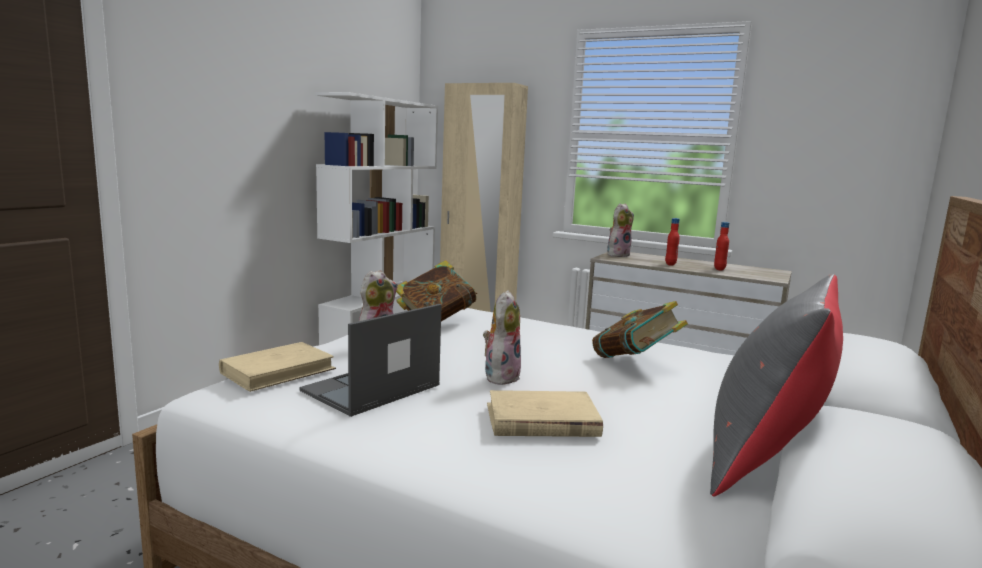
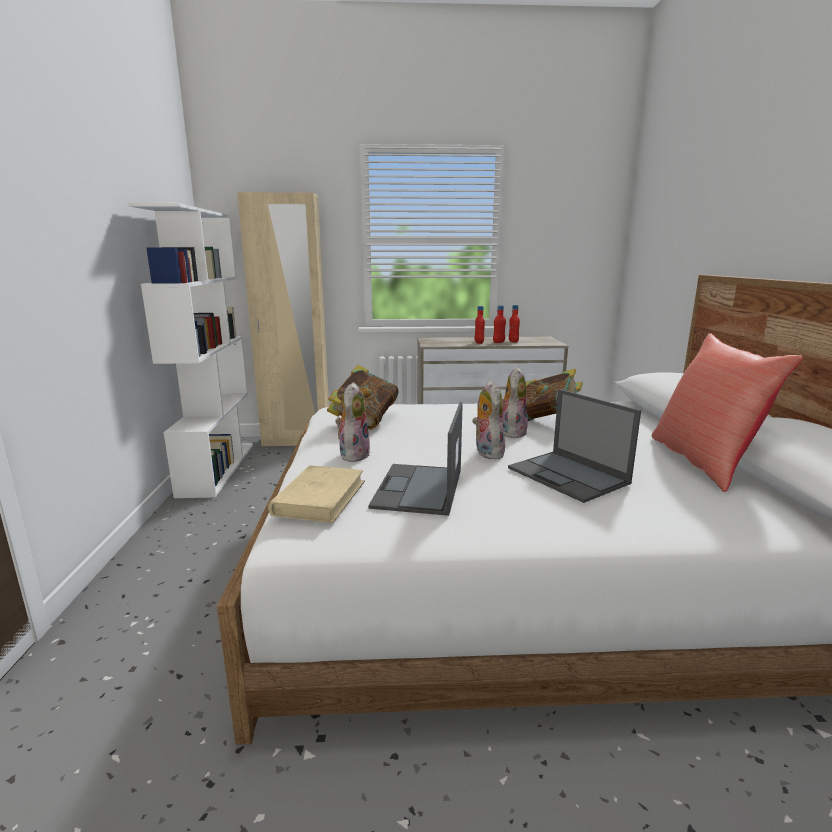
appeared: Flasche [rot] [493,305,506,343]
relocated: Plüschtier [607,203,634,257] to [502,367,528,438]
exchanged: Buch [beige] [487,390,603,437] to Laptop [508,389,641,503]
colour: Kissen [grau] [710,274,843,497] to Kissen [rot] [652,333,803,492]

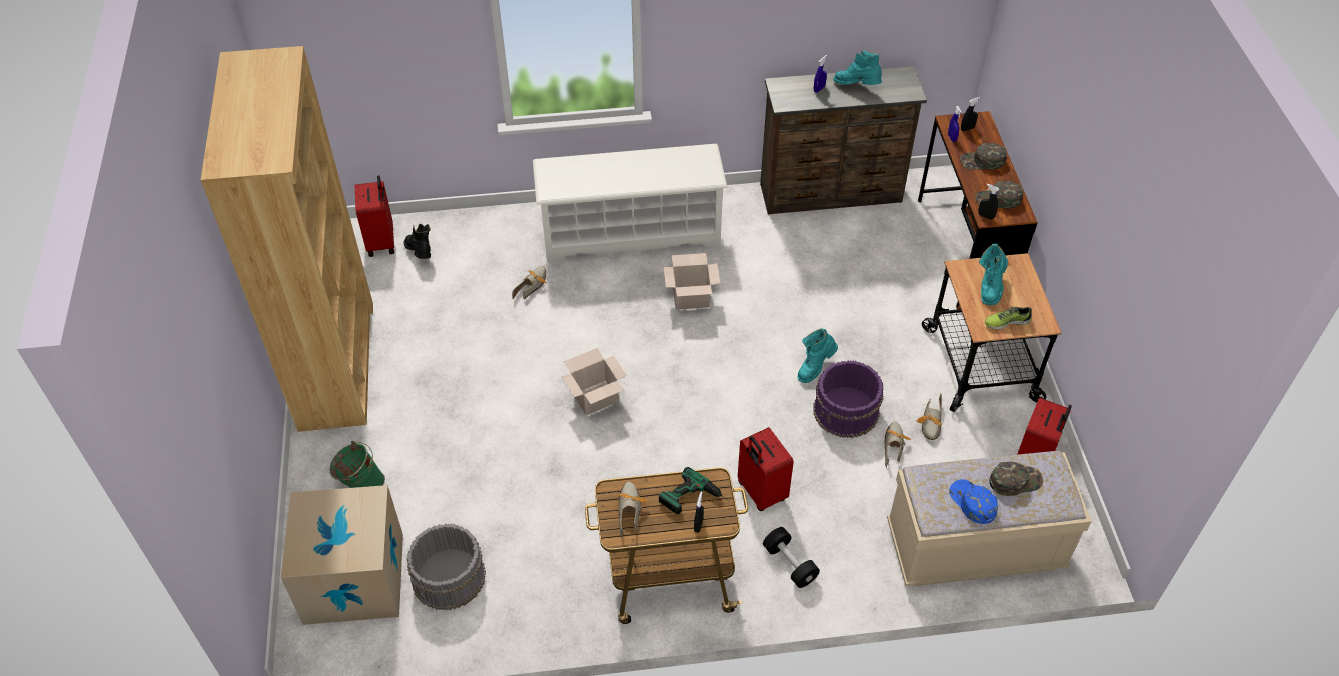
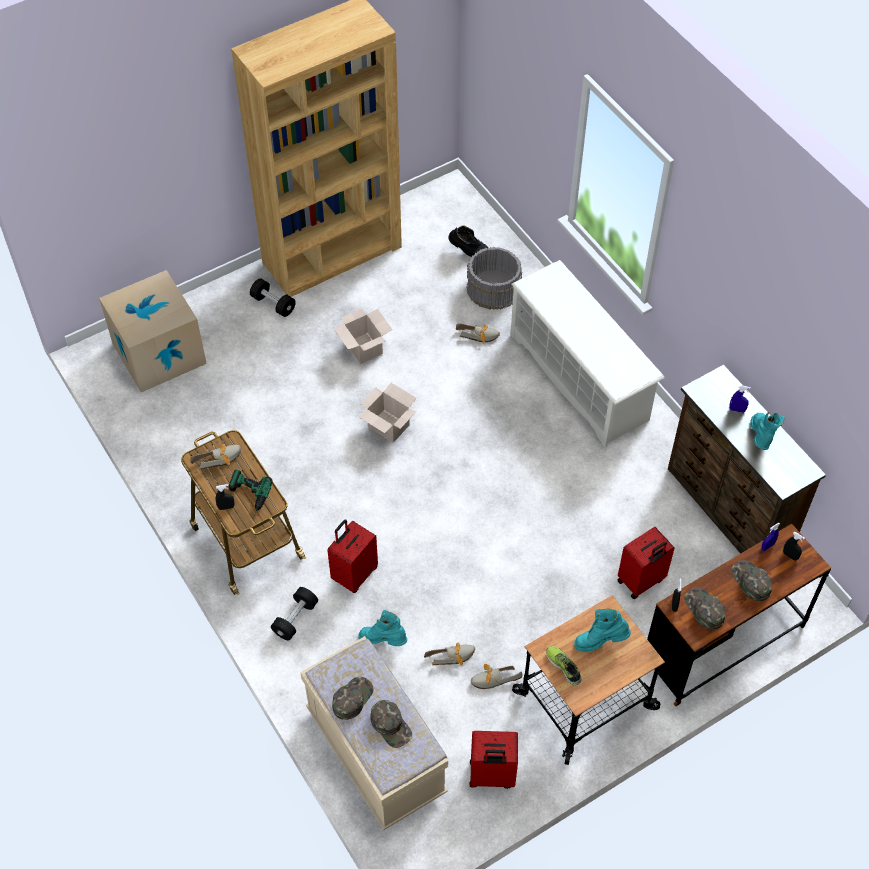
missing: Eimer [grün] [329,441,385,488]; Eimer [lila] [814,360,883,438]
appeared: Hantel [schwarz] [250,278,296,317]
relocated: Koffer [rot] [355,175,394,257] to [617,527,675,599]; Eimer [grau] [406,523,486,610] to [467,247,522,310]; Karton [663,253,720,310] to [333,309,393,364]; Stiefel [türkis] [797,328,838,383] to [359,610,407,646]
colour: Kappe [blau] [949,479,998,524] to Kappe [grün] [332,677,374,720]
spun: Stiefel [schwarz] [403,224,431,259] = [448,226,488,257] 75 degrees clockwise

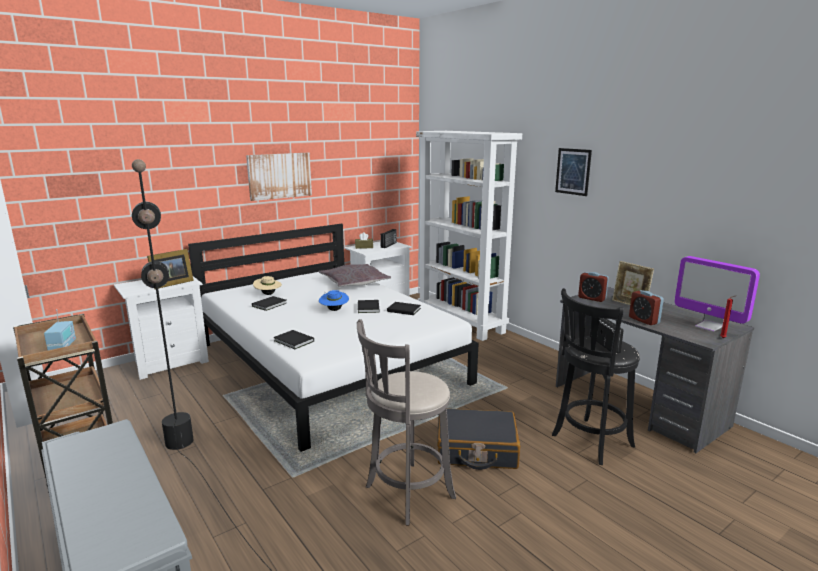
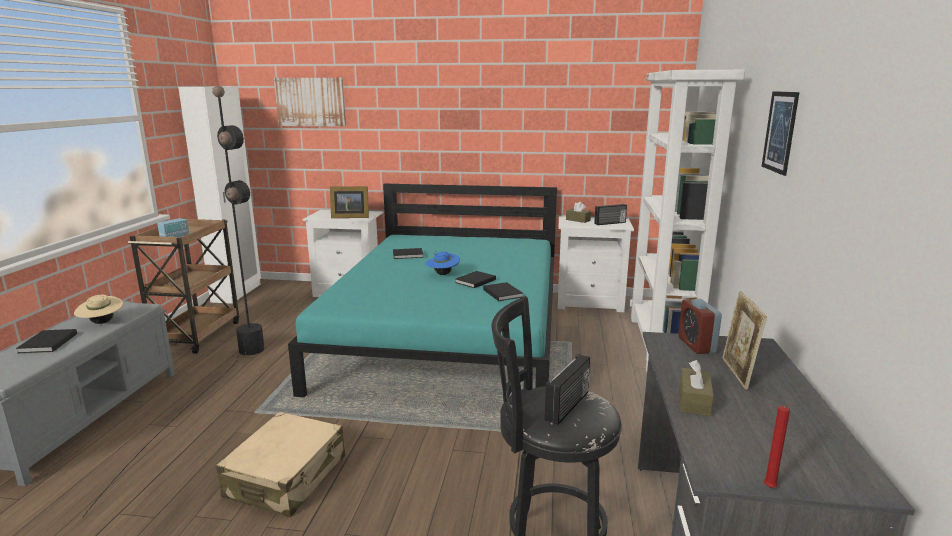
missing: Kissen [grau] [319,264,391,287]; Koffer [schwarz] [437,408,520,470]; Monitor [674,256,760,332]
relocated: Bild [246,153,312,201] to [274,78,346,127]; Hut [beige] [253,276,282,295] to [74,295,123,324]; Buch [schwarz] [274,330,314,349] to [16,329,77,353]
exchanged: Hocker [grau] [357,319,456,526] to Koffer [beige] [216,412,345,517]; Wecker [629,290,664,325] to Taschentuchbox [braun] [679,360,714,416]
colour: Bett [weiß] [188,224,478,452] to Bett [türkis] [288,184,557,397]

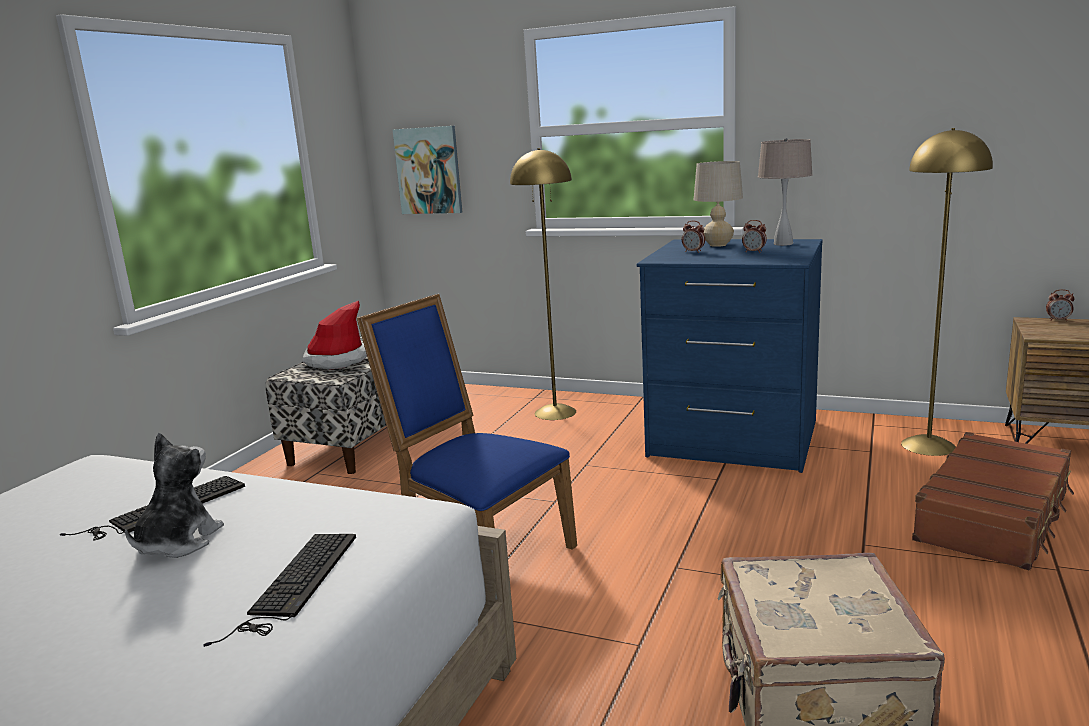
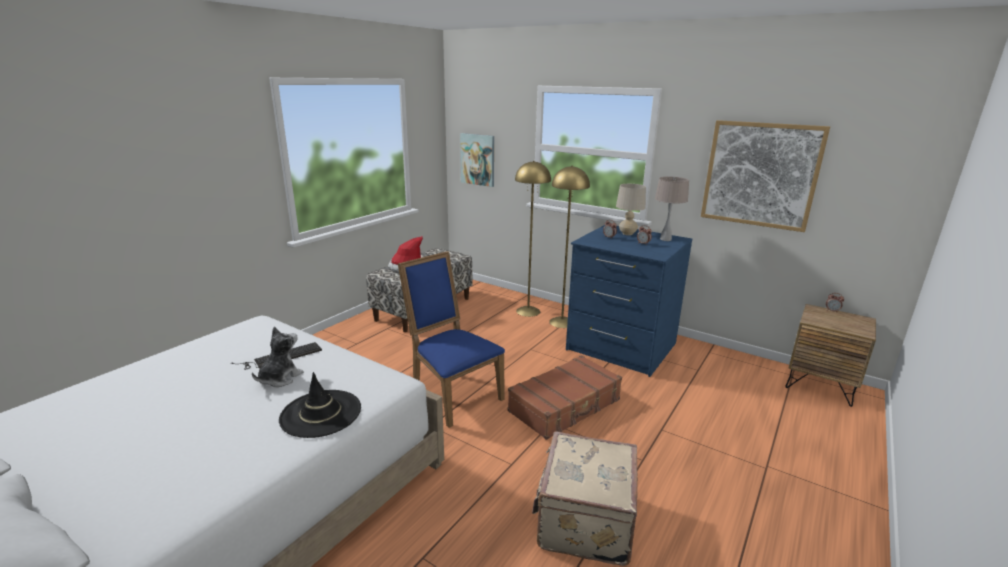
appeared: Bild [701,120,830,232]
relocated: Stehlampe [gelb] [901,128,993,456] to [549,165,590,328]; Koffer [braun] [912,432,1074,570] to [508,355,622,440]
exchanged: Tastatur [203,534,356,647] to Hut [schwarz] [279,372,361,438]

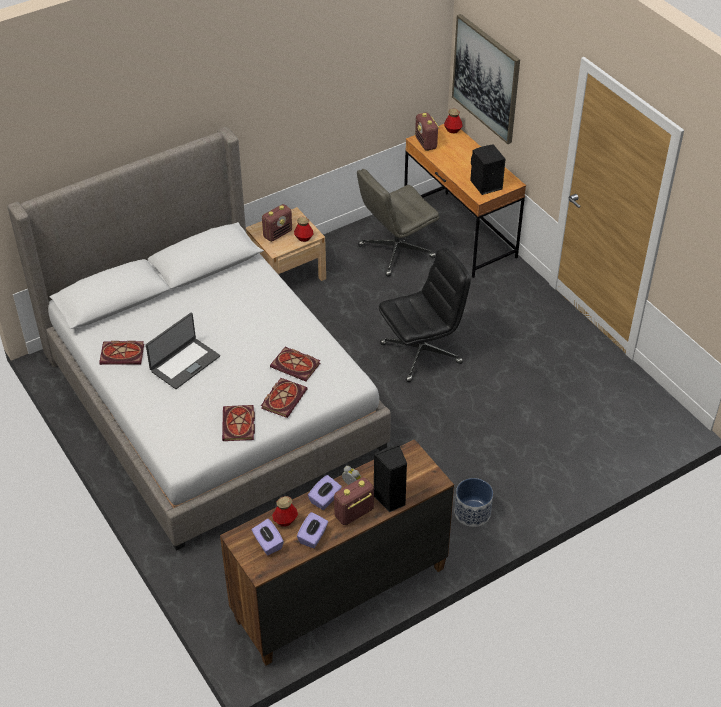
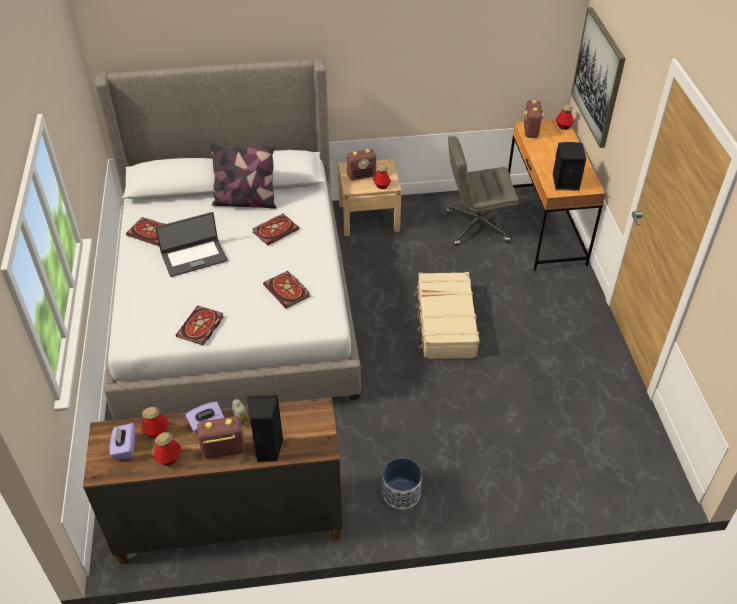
appeared: Kissen [210,143,277,209]
relocated: Buch [261,378,307,418] to [252,214,299,246]
exchanged: Taschentuchbox [lila] [297,512,328,549] to Flasche [154,432,182,465]; Bürostuhl [schwarz] [379,248,471,382] to Koffer [beige] [414,272,480,359]

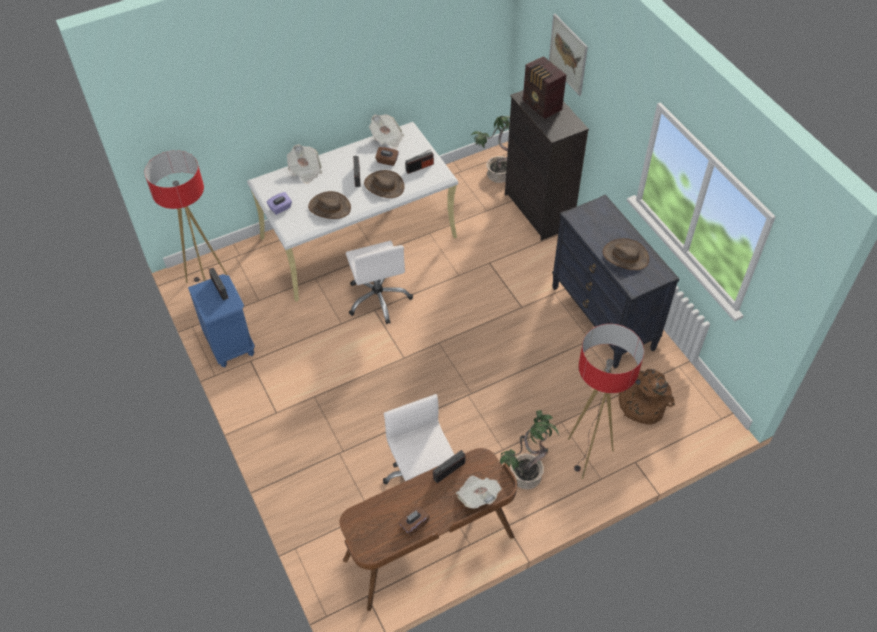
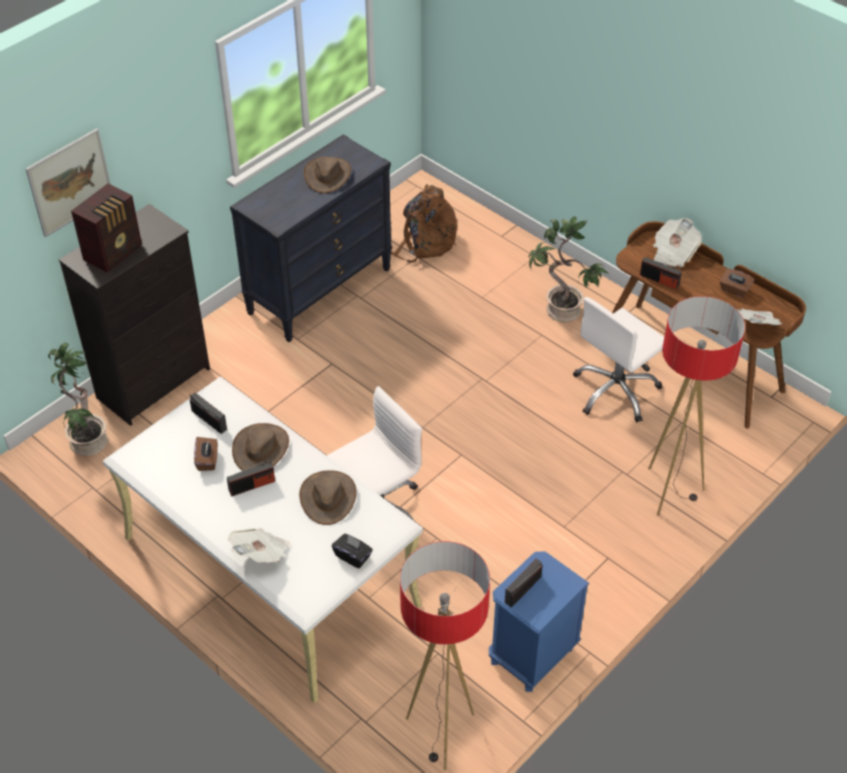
relocated: Zeitung [369,114,404,149] to [738,308,783,326]; Stehlampe [568,324,644,479] to [648,296,745,516]
colour: Taschentuchbox [lila] [267,192,292,215] to Taschentuchbox [schwarz] [332,534,373,569]

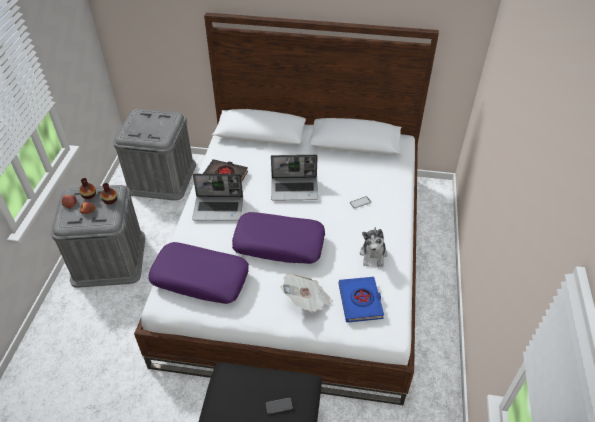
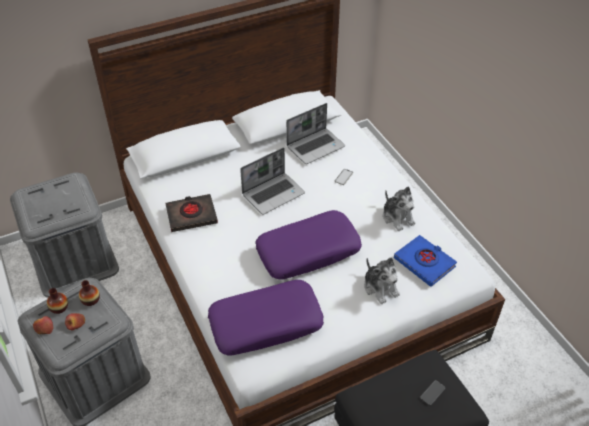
relocated: Laptop [192,174,243,221] to [286,103,345,164]
exchanged: Zeitung [281,273,333,313] to Plüschtier [364,257,400,304]

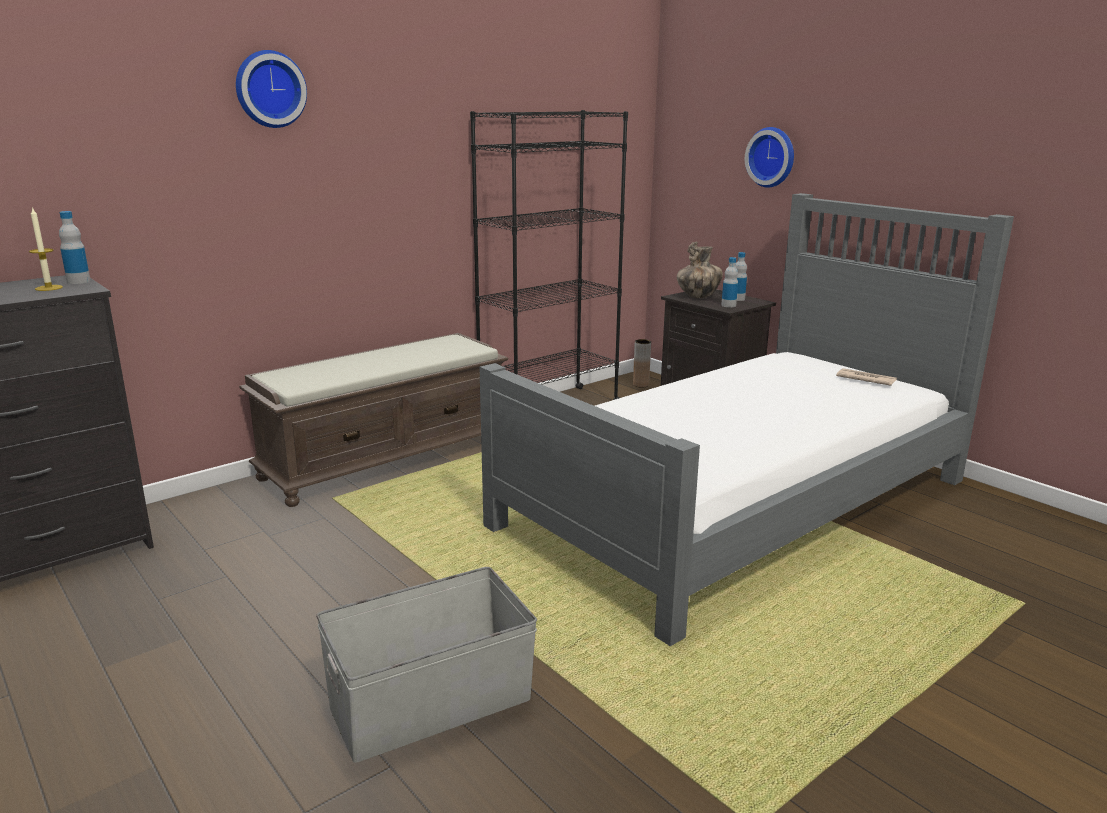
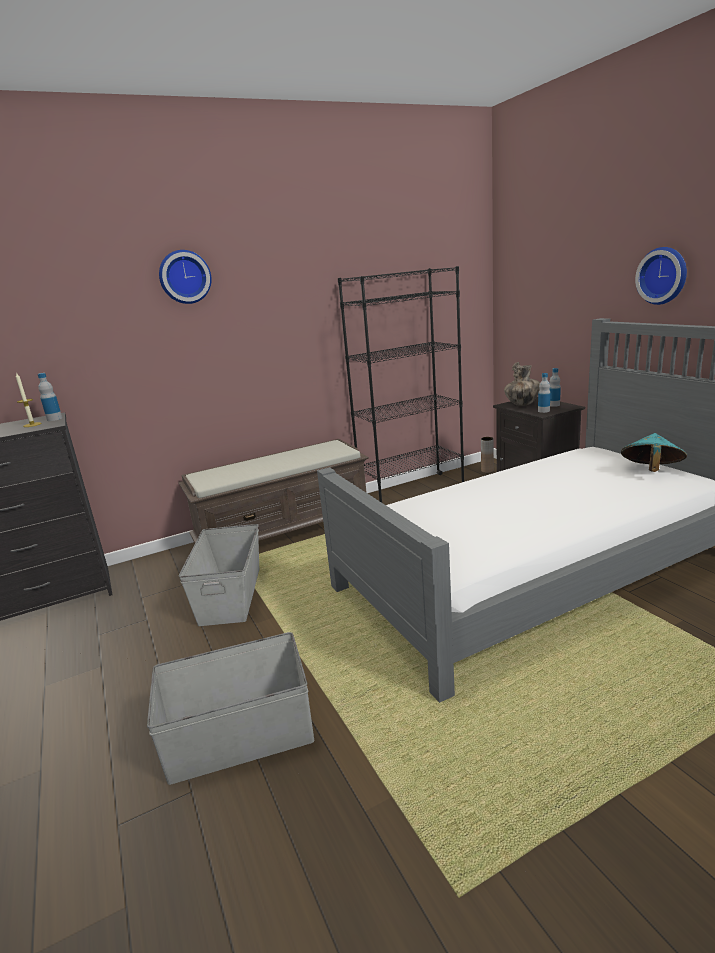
appeared: Aufbewahrungsbox [grau] [179,524,259,626]
relocated: Wanduhr [745,127,794,188] to [635,247,687,305]
exchanged: Zeitung [836,368,897,386] to Hut [türkis] [621,433,687,472]

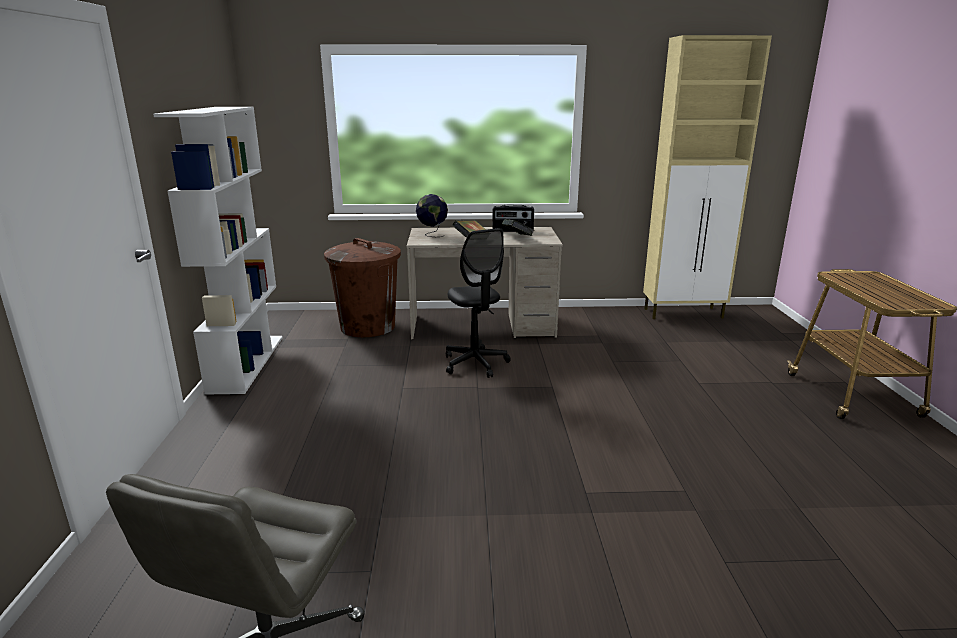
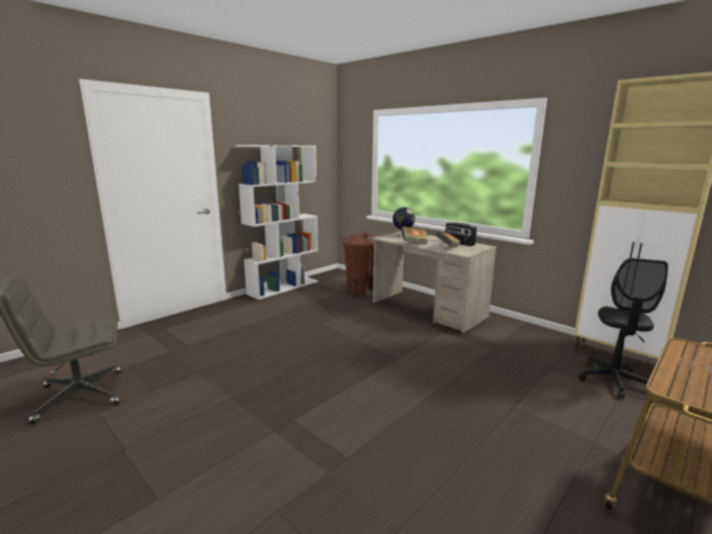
relocated: Bürostuhl [schwarz] [446,228,511,378] to [578,258,668,399]

